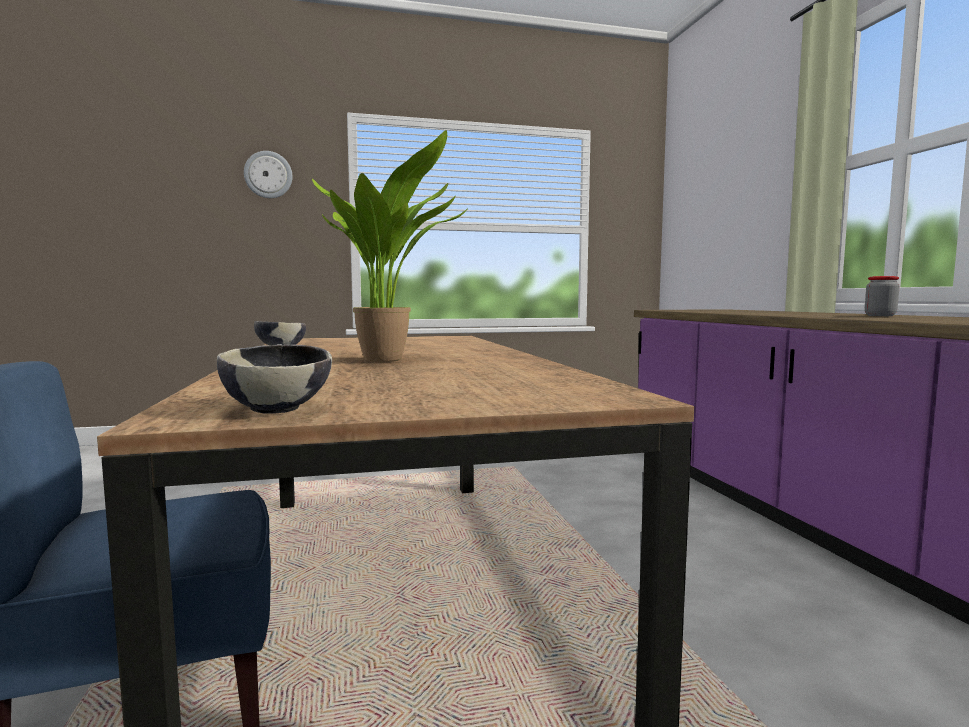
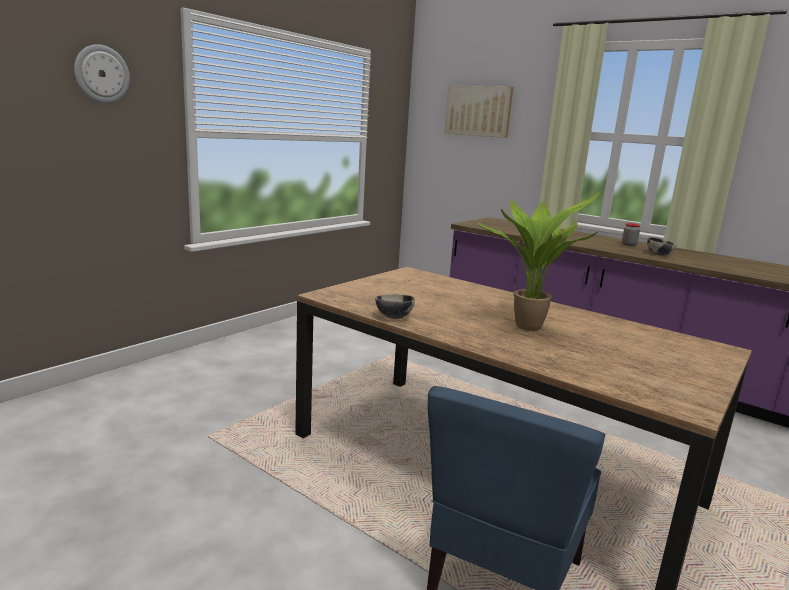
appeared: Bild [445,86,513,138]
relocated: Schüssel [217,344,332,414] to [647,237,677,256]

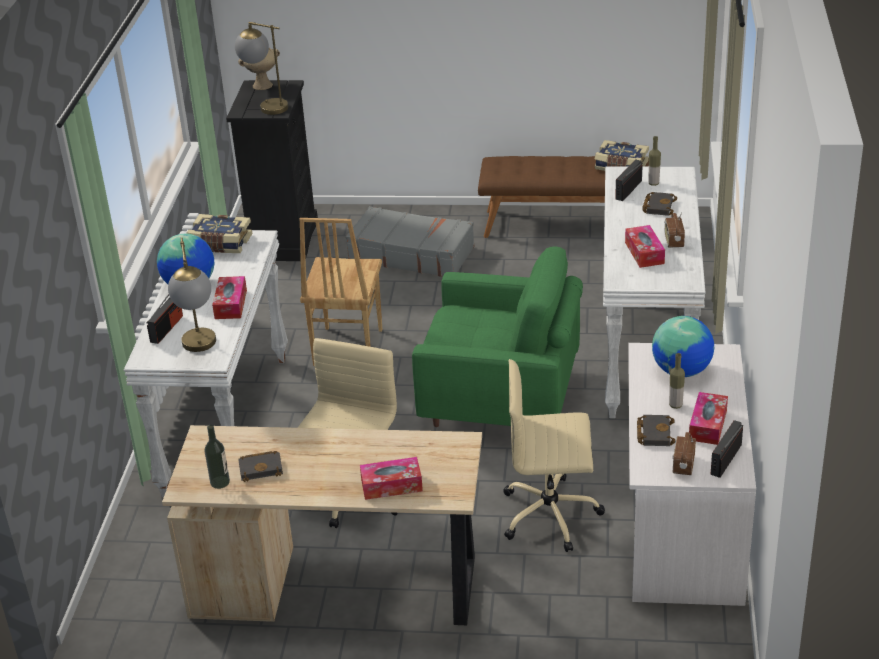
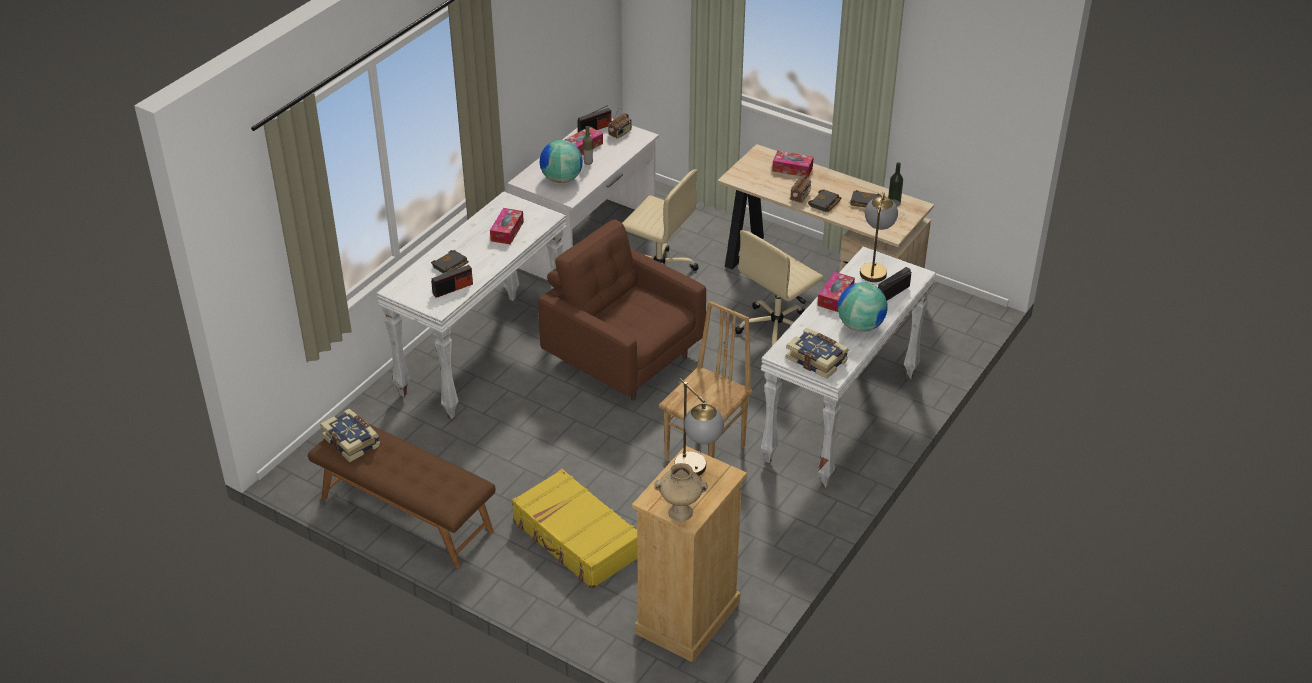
missing: Flasche [649,136,661,186]
relocated: Buch [schwarz] [637,415,675,446] to [808,189,842,212]; Radio [664,212,685,248] to [790,170,811,203]
colour: Kommode [schwarz] [226,80,318,261] to Kommode [beige] [632,446,747,662]; Koffer [grau] [346,206,474,277] to Koffer [gelb] [512,469,637,589]; Sessel [grün] [412,246,583,427] to Sessel [braun] [538,219,706,401]

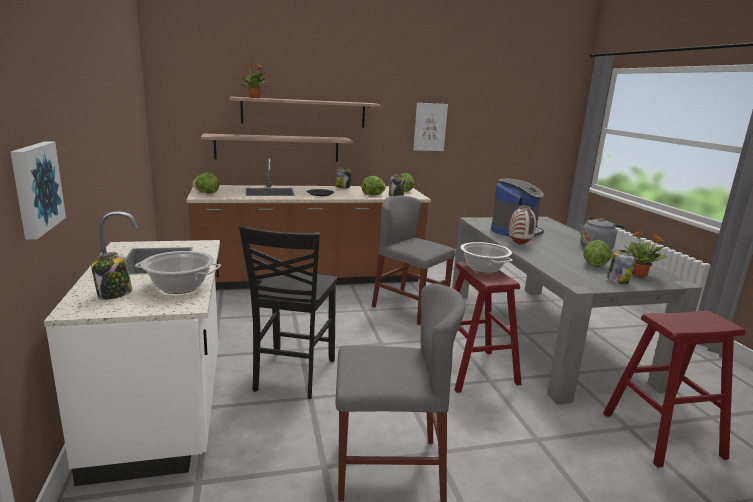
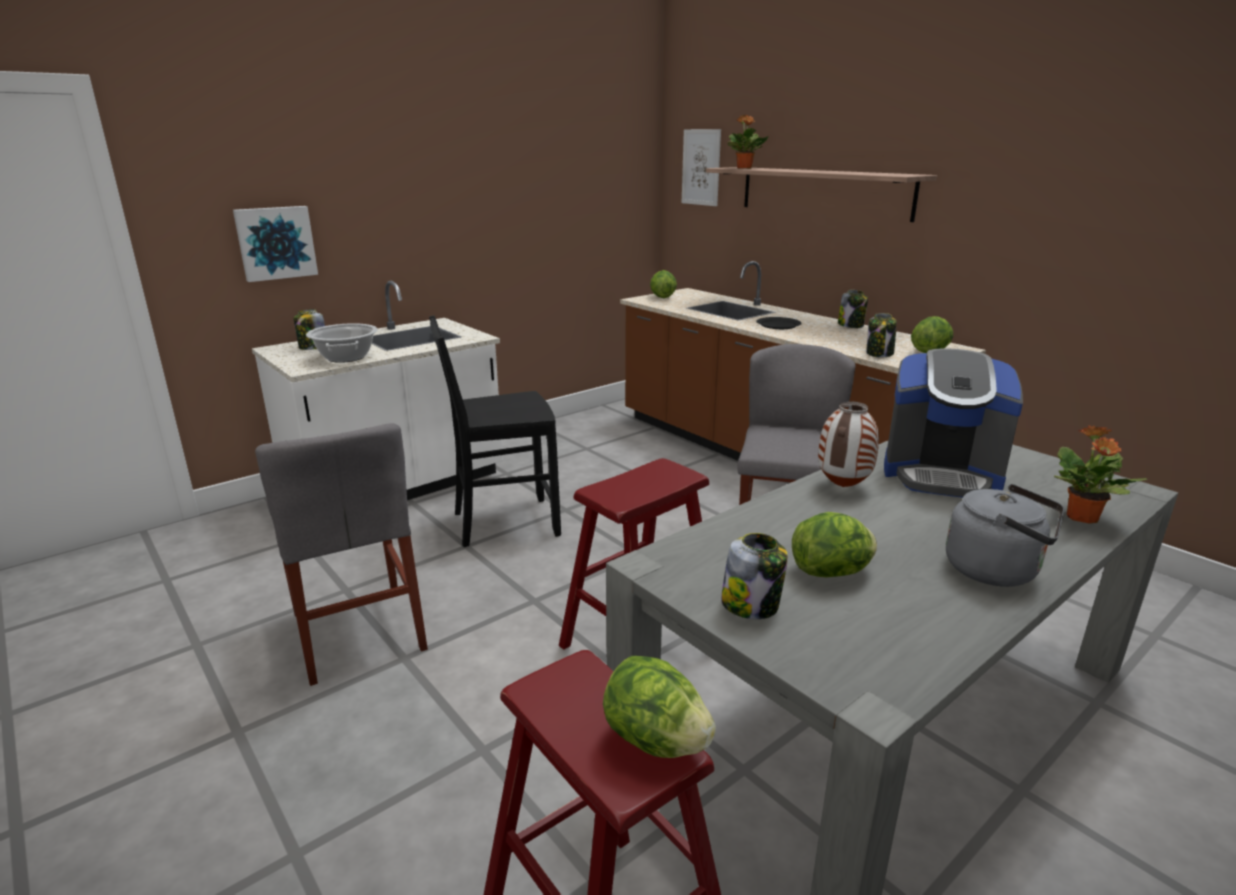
missing: Wandregal [201,134,353,162]; Kochtopf [461,242,513,273]
relocated: Salatkopf [361,176,386,195] to [603,656,716,758]; Bild [413,103,448,151] to [682,129,721,206]; Topfpflanze [623,231,667,278] to [1054,425,1147,524]

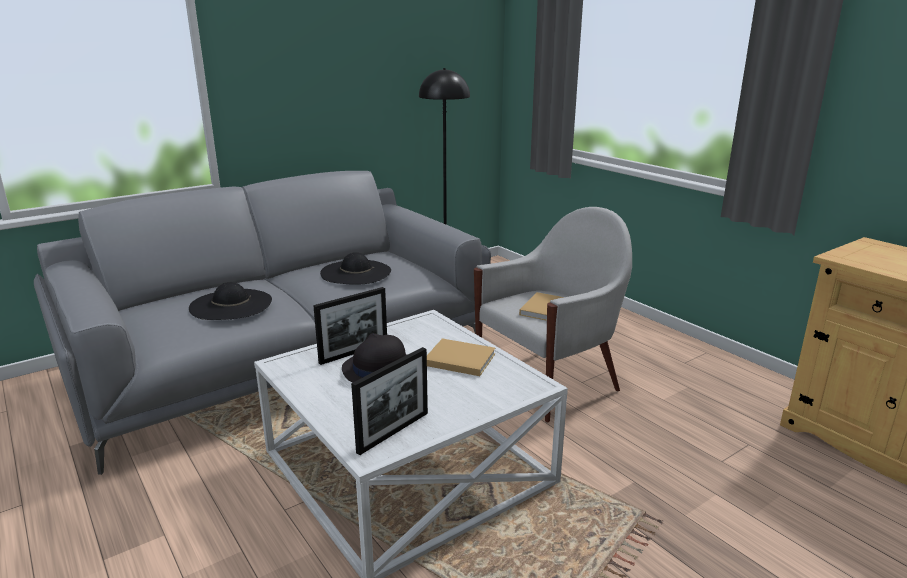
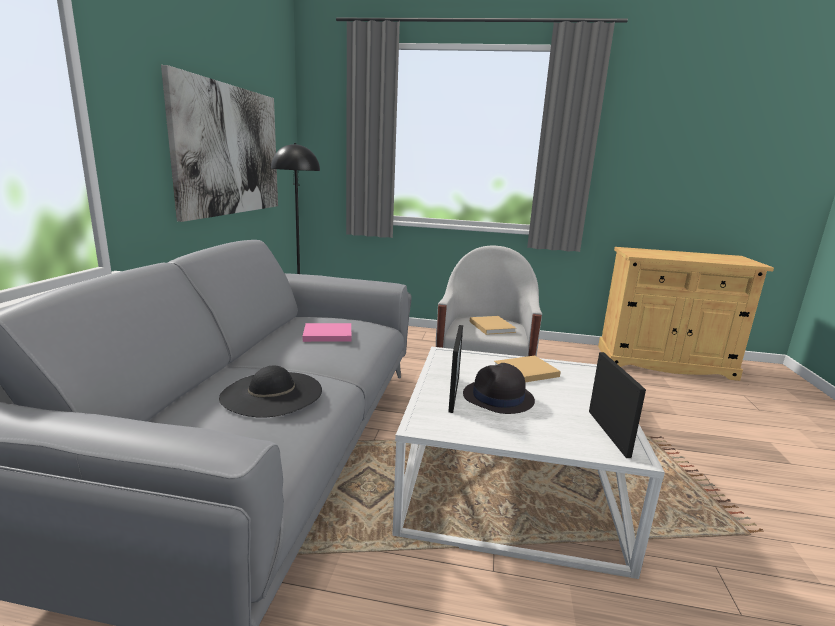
appeared: Bild [161,65,278,222]
exchanged: Hut [schwarz] [320,252,391,285] to Buch [rosa] [303,323,351,342]

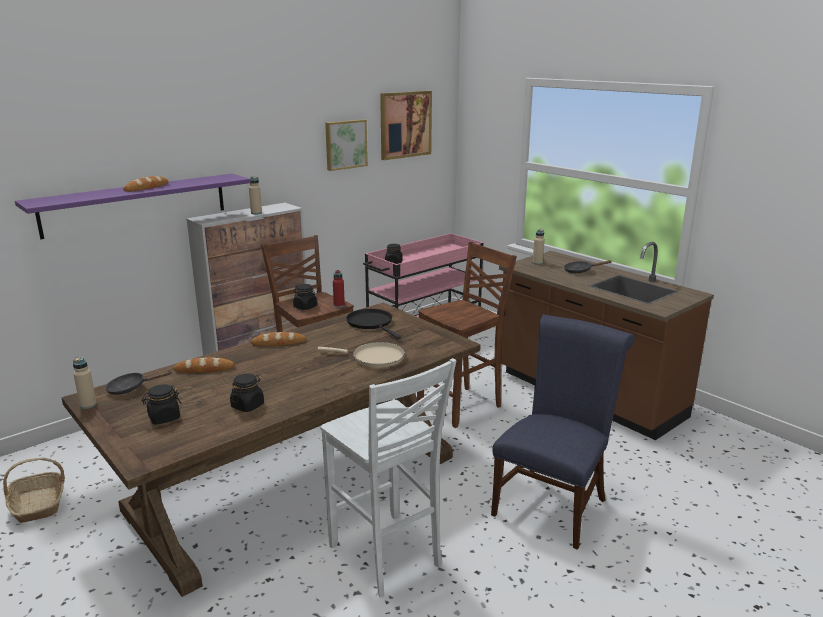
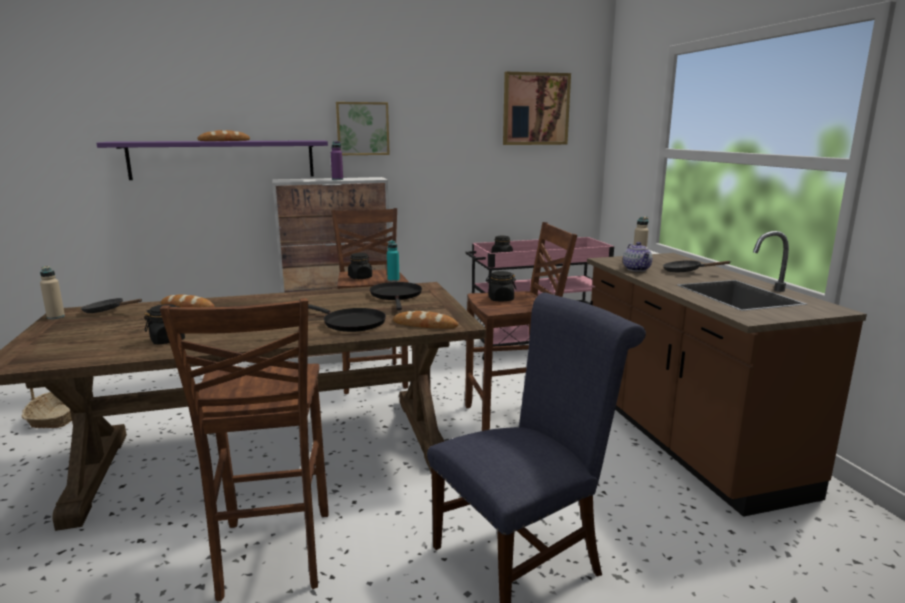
appeared: Teekanne [623,242,652,272]
relocated: Vorratsglas [schwarz] [142,384,181,424] to [486,271,516,302]; Brot [251,332,306,346] to [393,311,458,329]; Bild [325,119,368,171] to [336,102,390,155]
colour: Flasche [beige] [249,176,262,215] to Flasche [lila] [331,141,343,180]; Pfanne [beige] [317,342,405,368] to Pfanne [schwarz] [308,304,386,332]; Hocker [weiß] [320,358,457,597] to Hocker [braun] [160,298,328,602]; Flasche [rot] [333,270,345,308] to Flasche [türkis] [387,240,400,282]

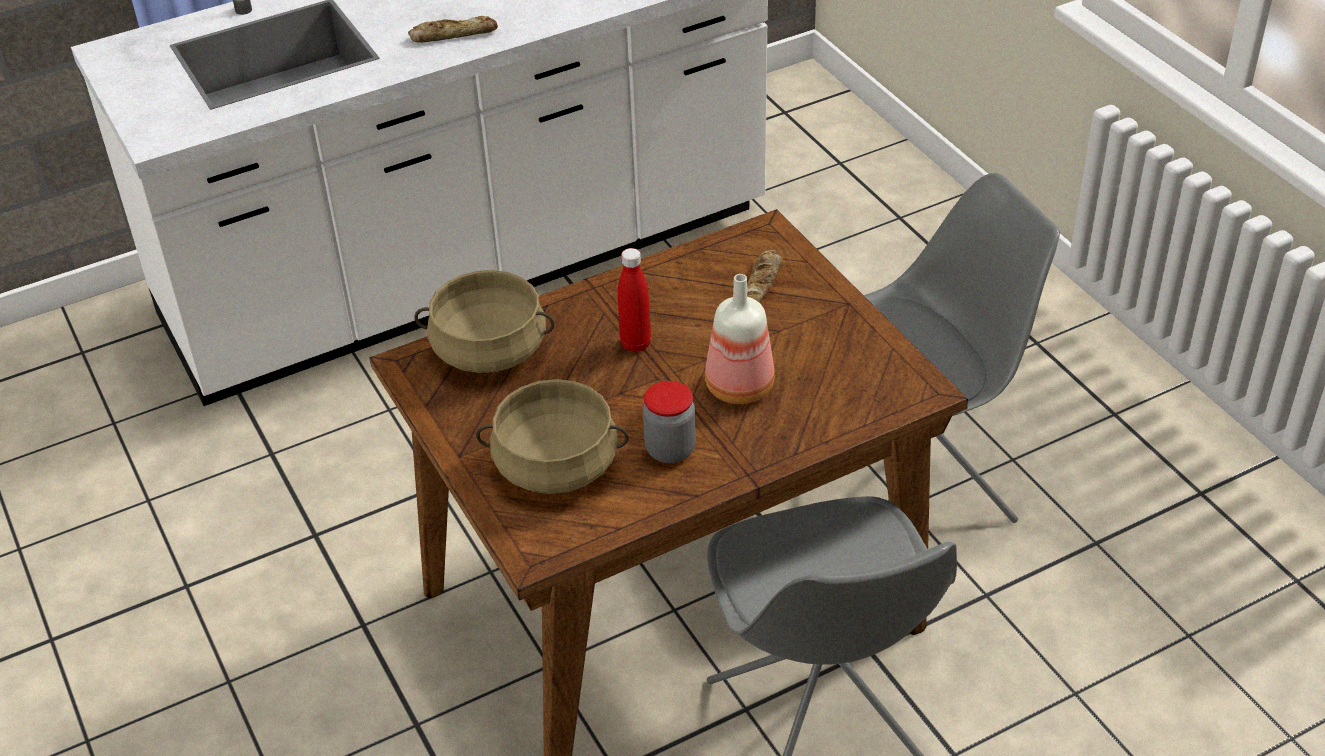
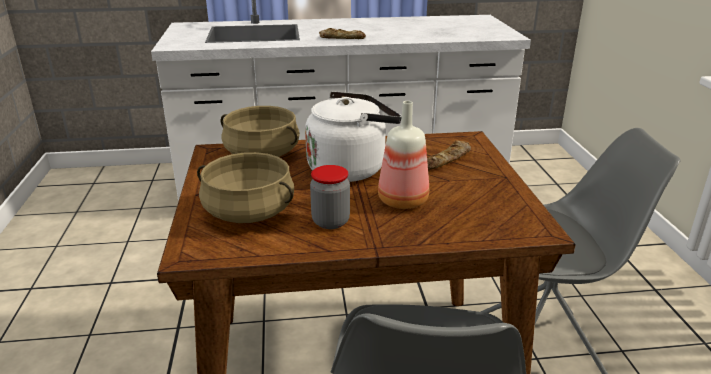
exchanged: Flasche [rot] [618,248,651,352] to Wasserkessel [weiß] [305,91,402,182]

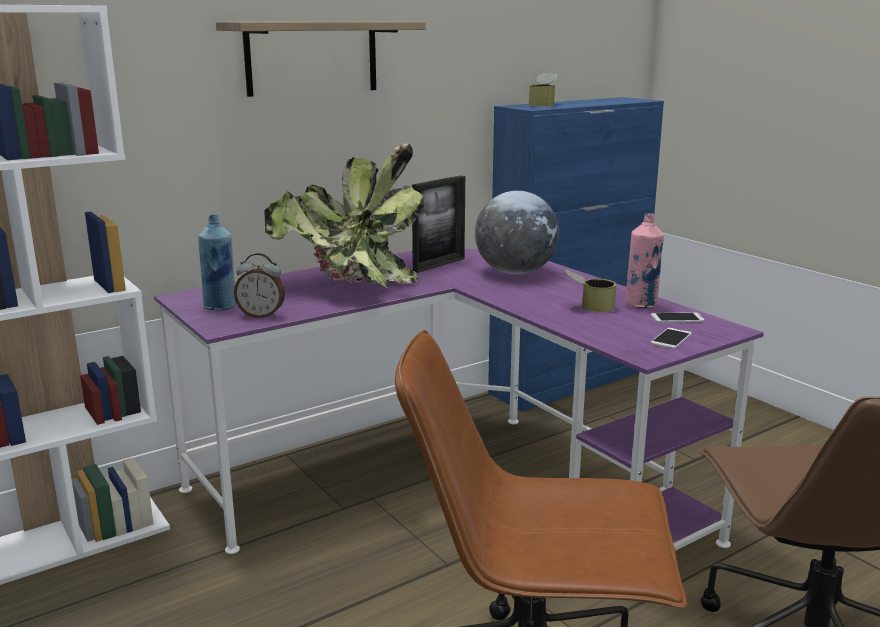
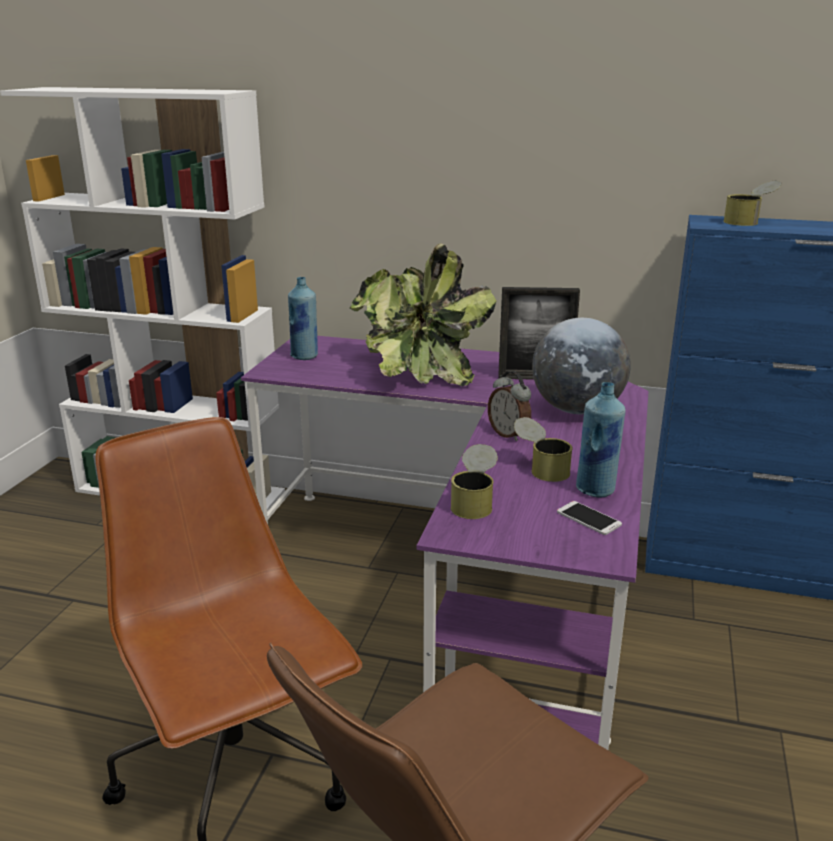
missing: Wandregal [216,21,425,97]; Handy [650,328,692,349]
appeared: Dose [451,444,498,519]
relocated: Wecker [234,253,285,318] to [488,371,531,441]
colour: Flasche [rosa] [625,213,664,309] to Flasche [blau] [576,382,626,498]

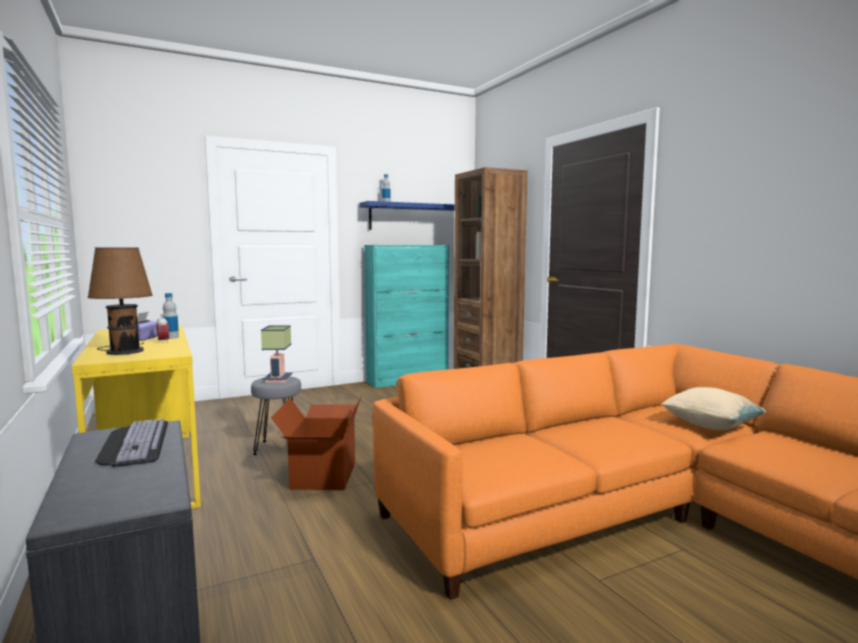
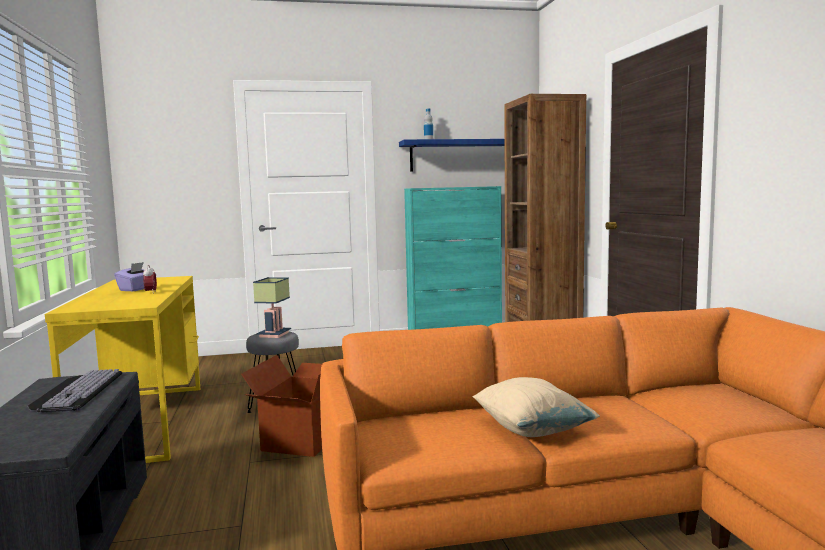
missing: Tischlampe [braun] [87,247,153,355]; Flasche [163,293,179,339]
relocated: Kissen [beige] [661,387,767,430] to [473,377,600,437]

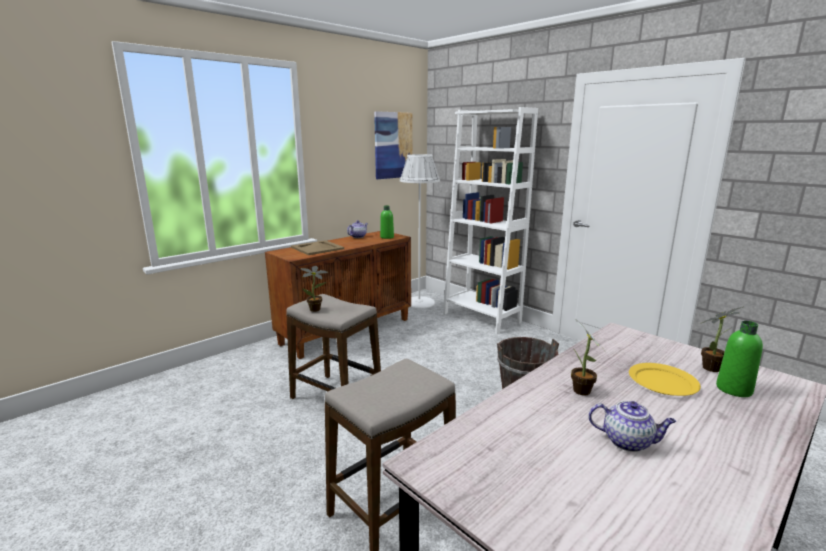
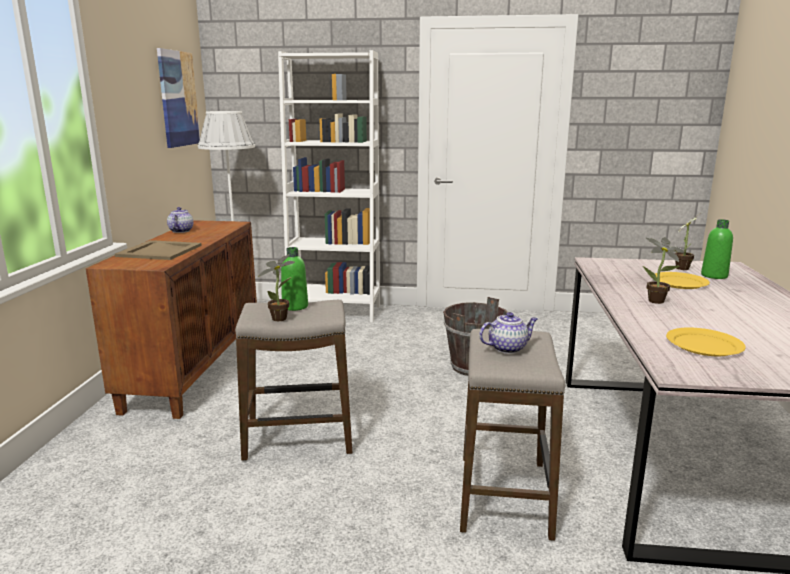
appeared: Teller [gelb] [666,327,746,356]
relocated: Flasche [grün] [380,206,394,239] to [281,247,308,311]; Teekanne [589,401,676,452] to [479,312,537,354]

